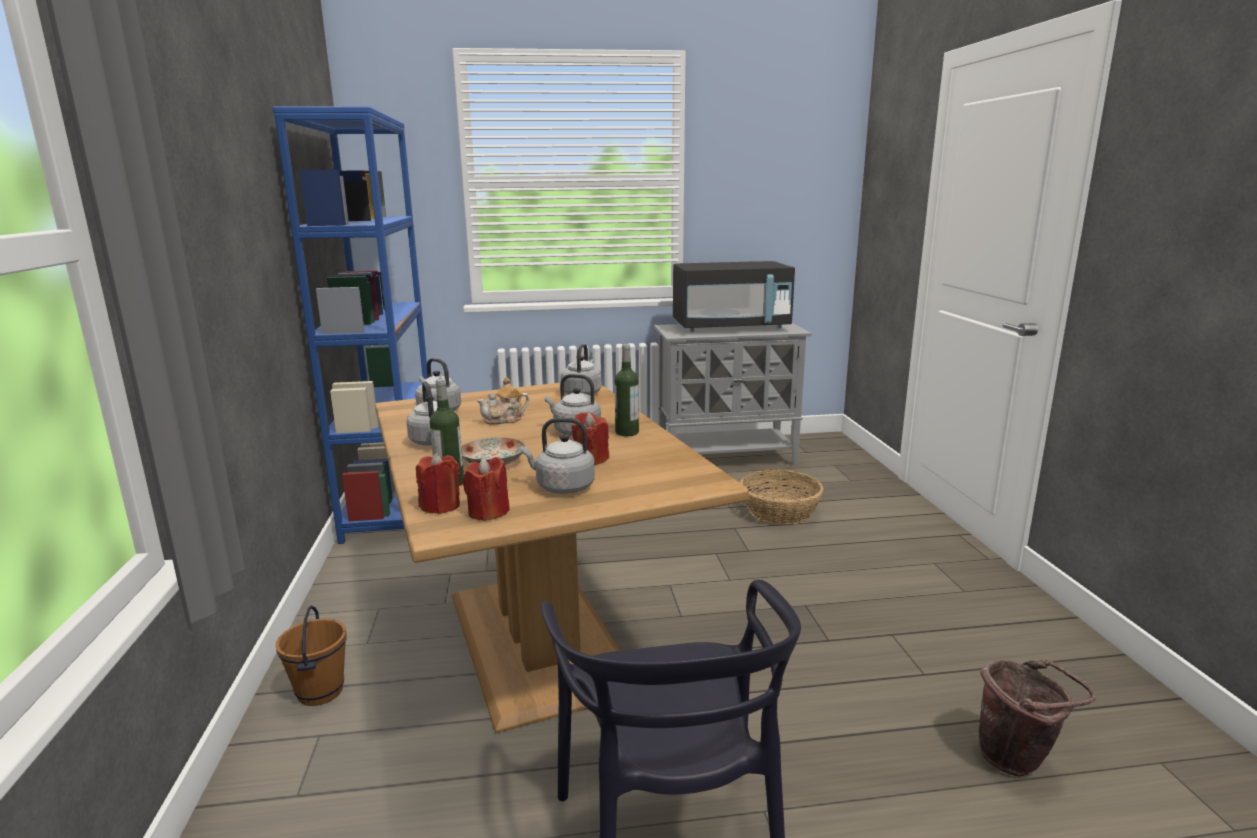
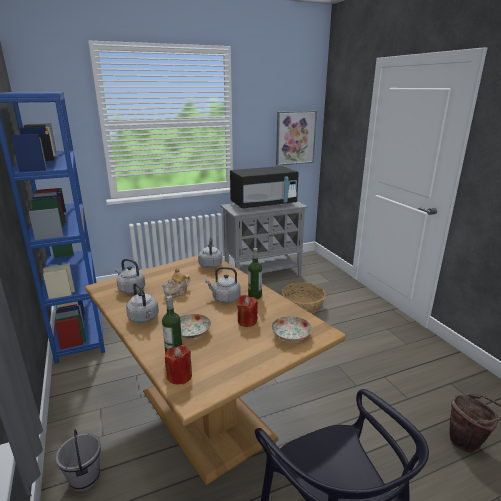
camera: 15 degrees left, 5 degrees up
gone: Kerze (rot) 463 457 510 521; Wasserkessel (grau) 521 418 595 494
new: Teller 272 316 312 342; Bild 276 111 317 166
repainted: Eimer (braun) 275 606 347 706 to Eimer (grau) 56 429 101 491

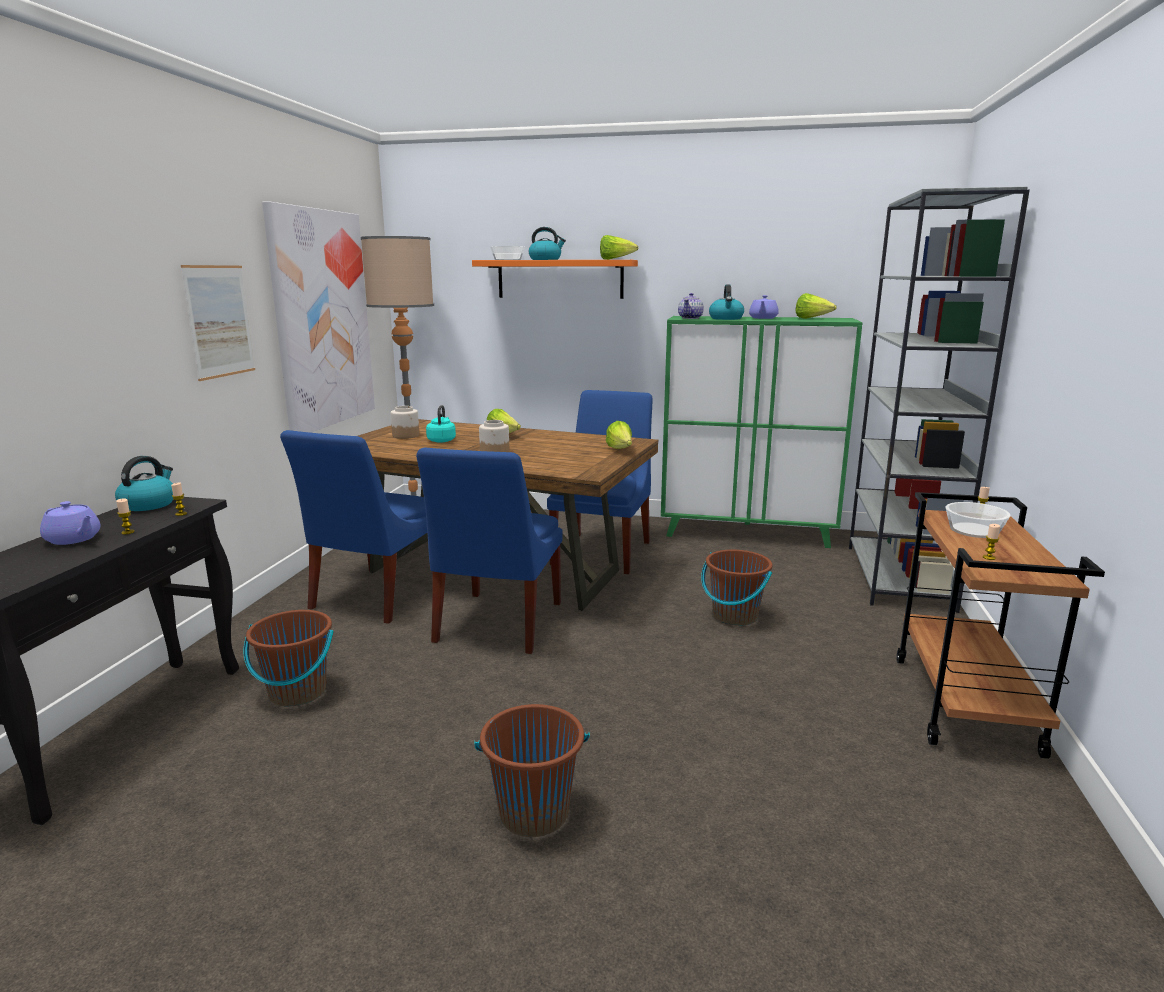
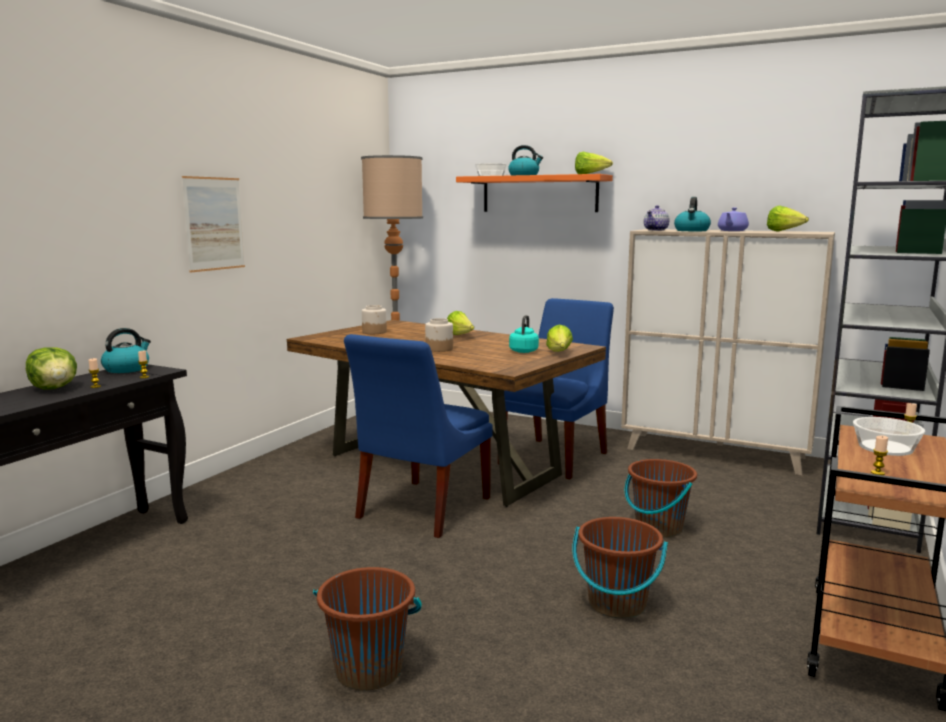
camera: 15 degrees right, 5 degrees down
gone: Bild 262 201 375 433; Stuhl (blau) 280 430 427 624
shifted: Eimer (braun) 244 610 334 707 to 572 517 668 619; Wasserkessel (türkis) 426 405 456 443 to 509 315 539 353
swapped: Teekanne (lila) 40 501 101 545 to Salatkopf 26 347 77 389
repainted: Schrank (grün) 661 316 863 548 to Schrank (beige) 621 229 835 475

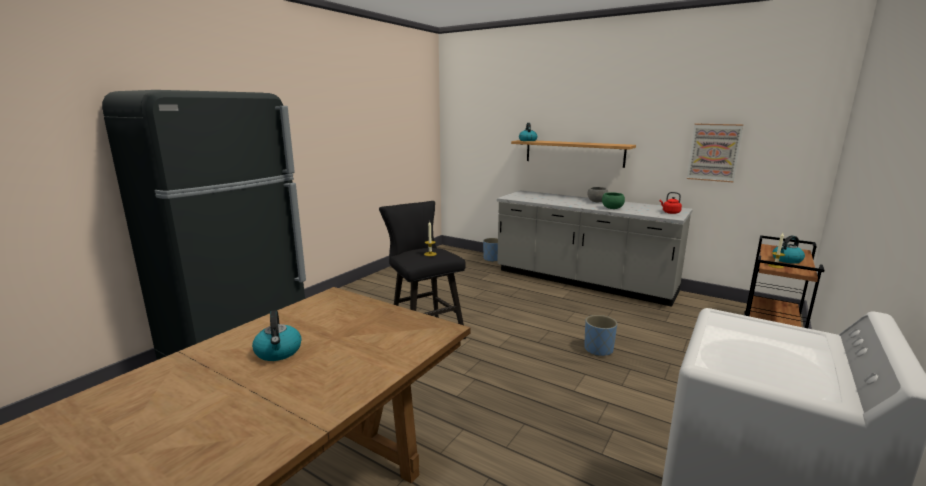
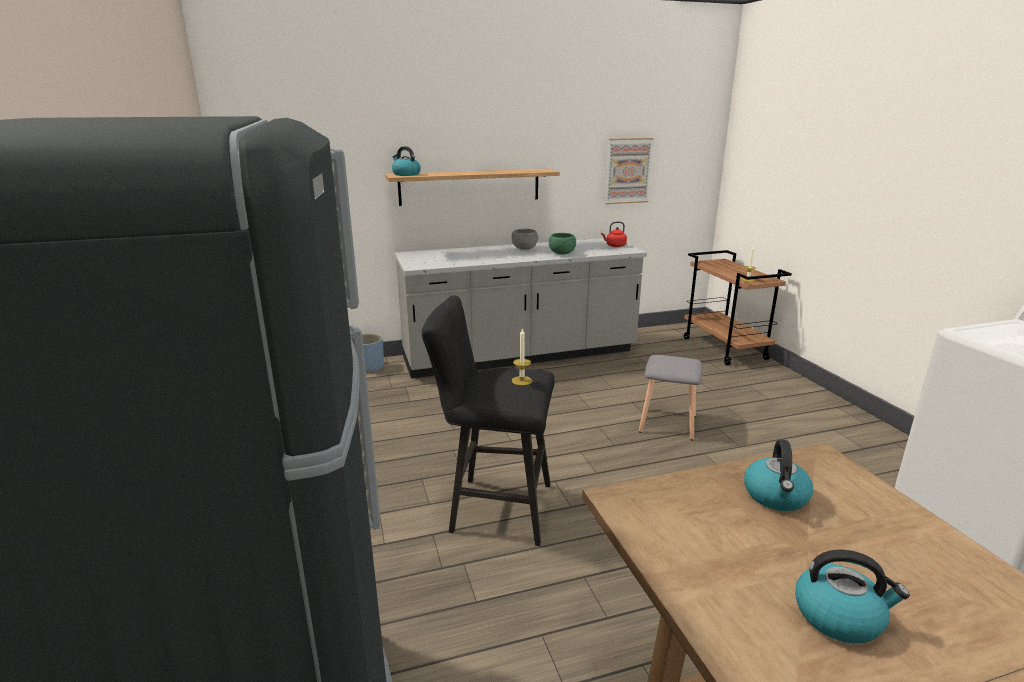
camera: 50 degrees left, 5 degrees up
shifted: Wasserkessel 773 235 805 264 to 744 439 813 511
swapped: Pflanzkübel (blau) 584 315 617 357 to Hocker (grau) 639 355 703 441

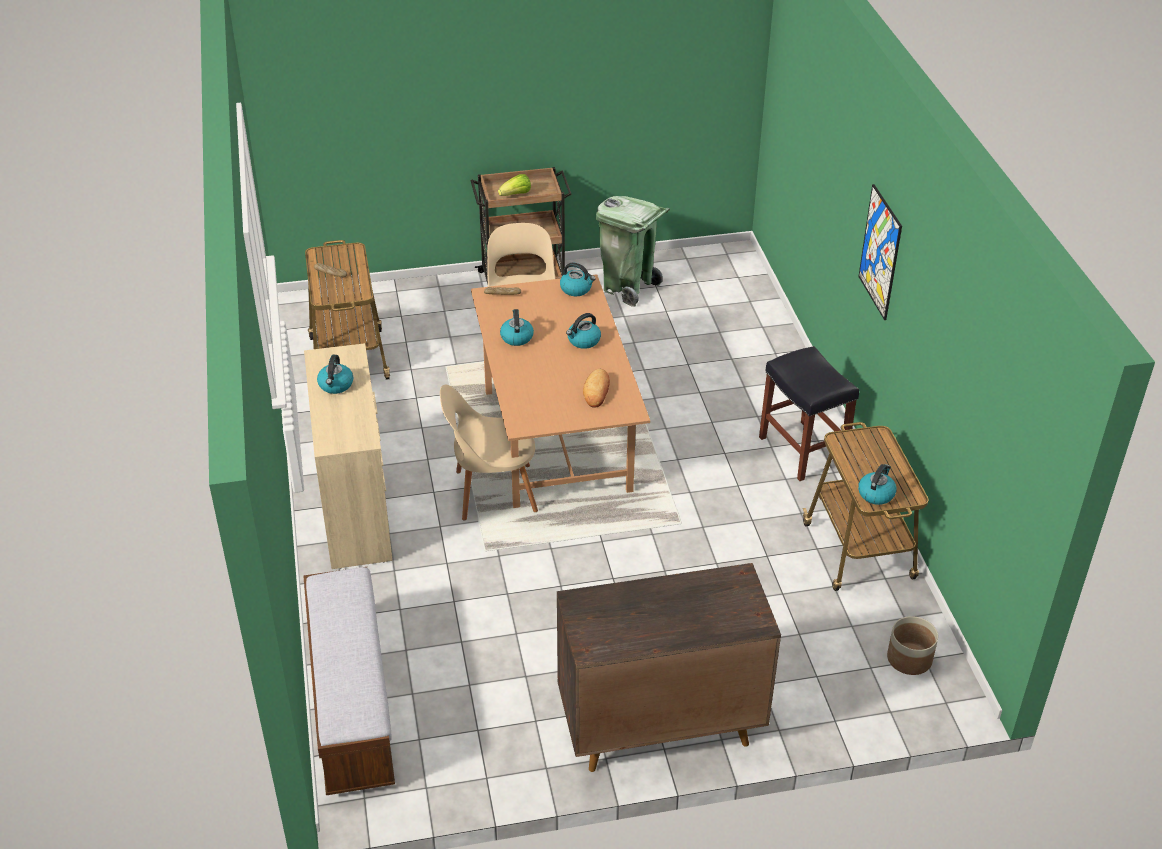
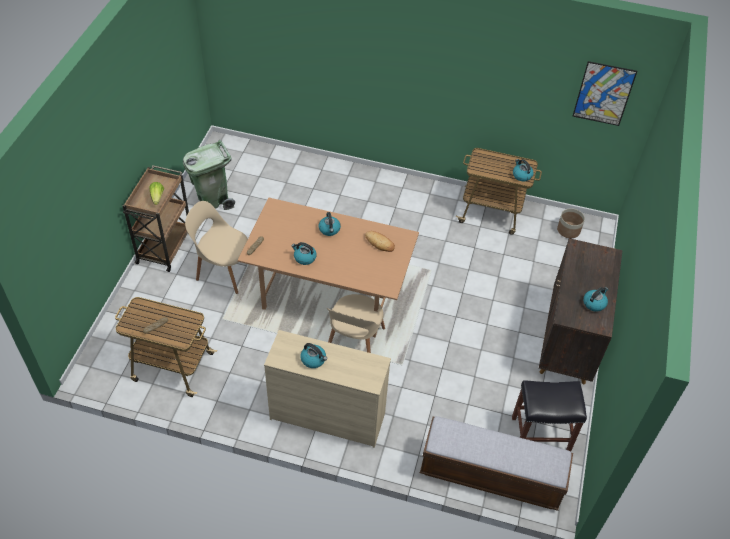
camera: 65 degrees left, 10 degrees up
shifted: Wasserkessel 560 263 596 296 to 583 287 608 312; Hocker (schwarz) 759 346 859 481 to 512 380 587 451; Bild 858 184 902 320 to 573 61 637 126

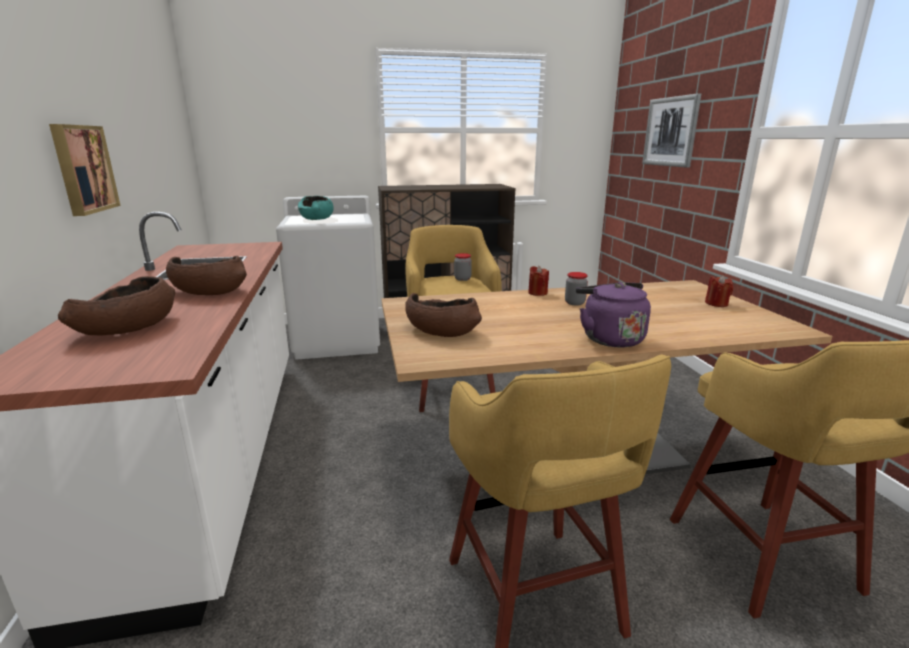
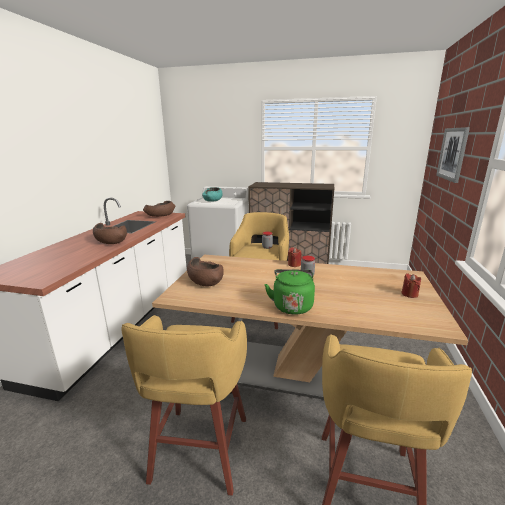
camera: 25 degrees right, 0 degrees up
gone: Bild 49 124 121 216
shifted: Schüssel (braun) 58 276 175 335 to 143 201 176 217
repainted: Wasserkessel (lila) 576 282 651 348 to Wasserkessel (grün) 265 269 315 315

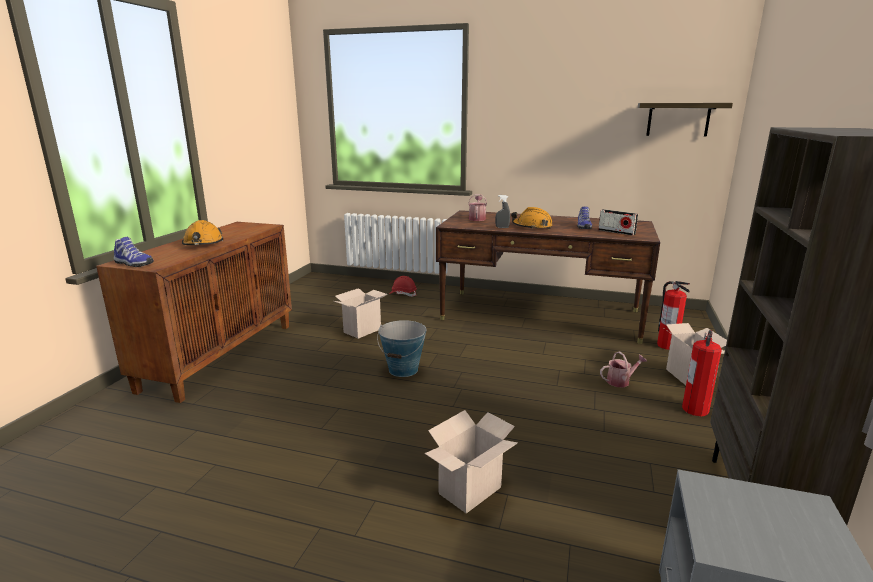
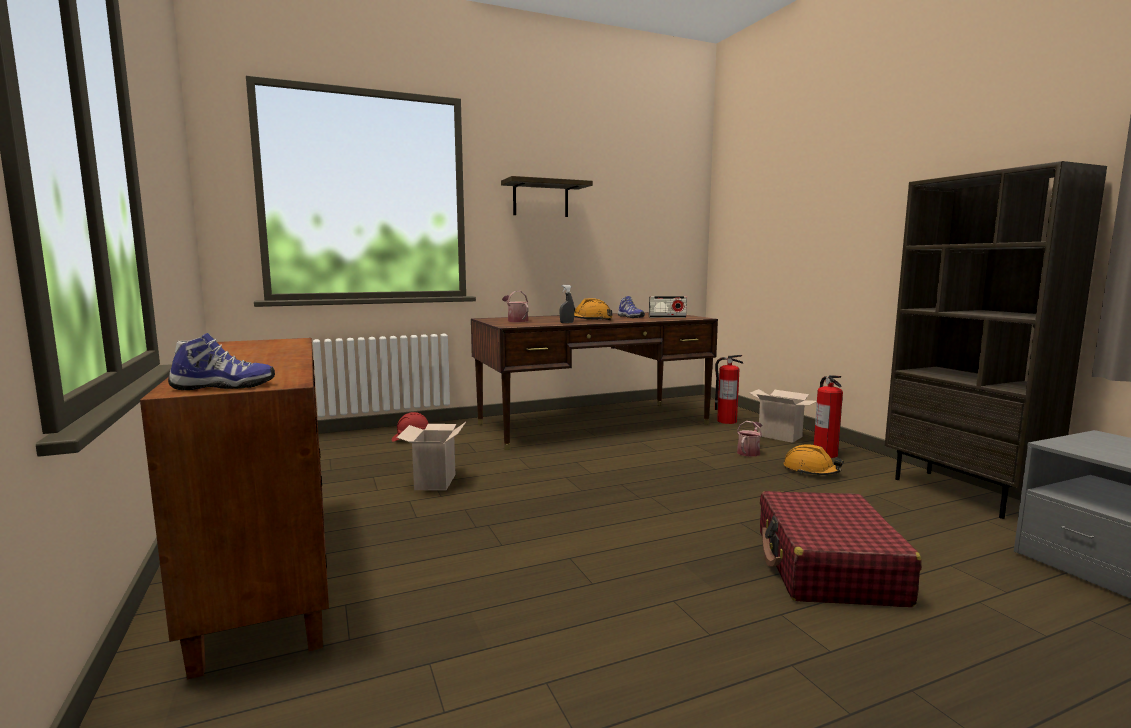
camera: 40 degrees left, 10 degrees down
gone: Eimer 377 320 427 377
shifted: Schutzhelm (orange) 182 220 224 245 to 783 444 844 475; Wandregal 638 103 733 137 to 501 176 593 217
swapped: Karton 425 410 518 514 to Koffer (rot) 760 491 922 607

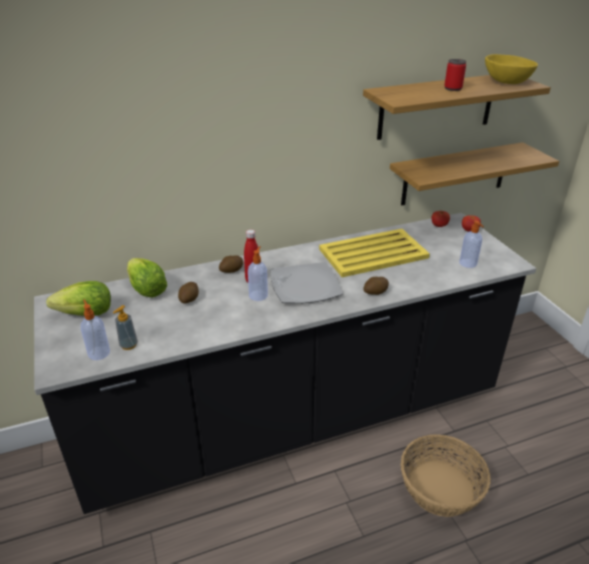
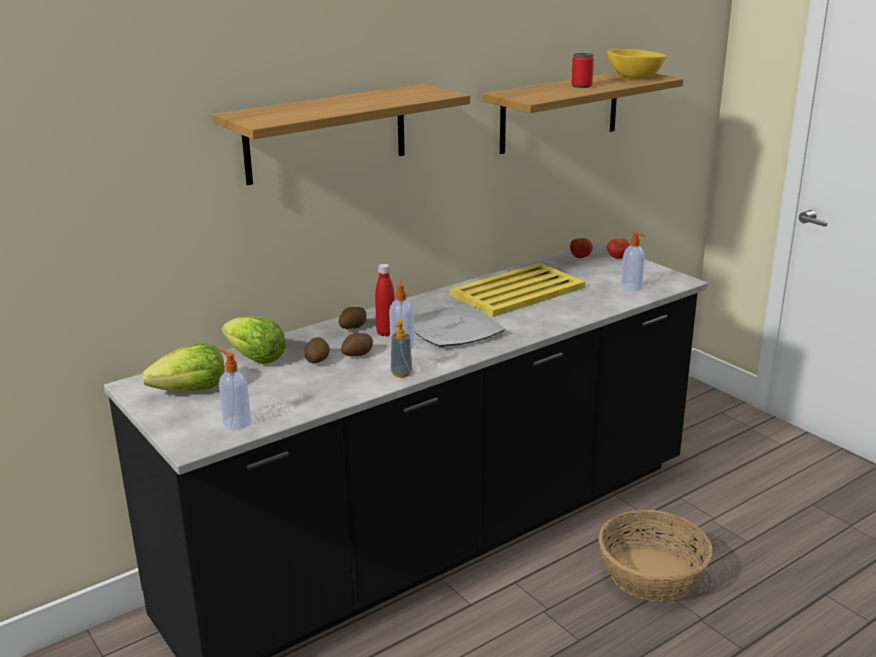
camera: 15 degrees left, 10 degrees down
shifted: Seifenspender 113 305 138 350 to 391 320 413 378; Kartoffel 363 277 389 295 to 341 333 373 356; Wandregal 390 142 559 205 to 213 84 470 185

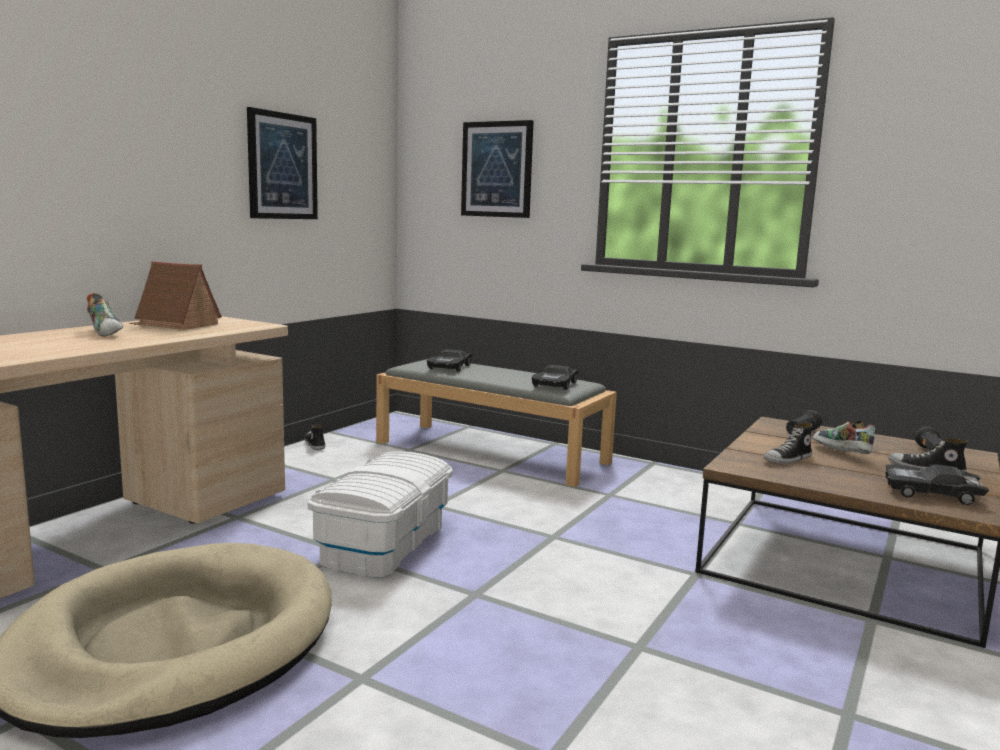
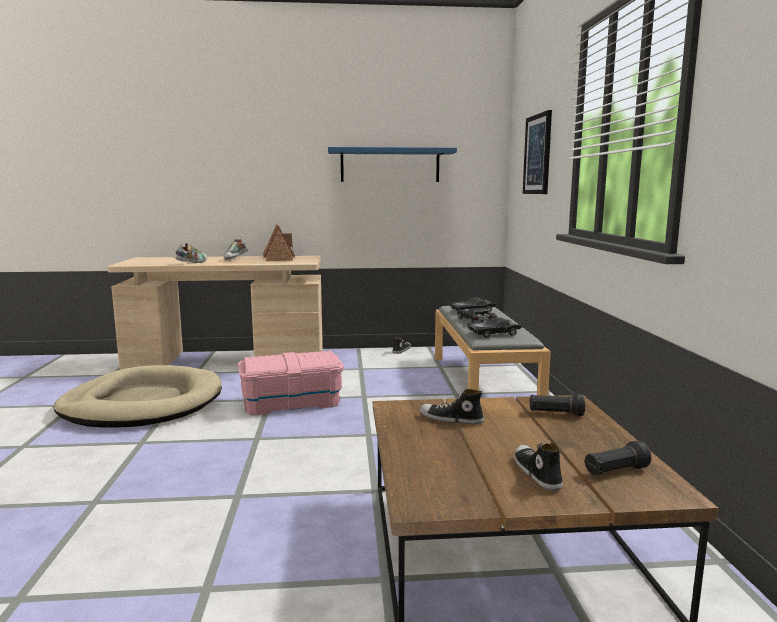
camera: 55 degrees right, 0 degrees up
shifted: Schuh 812 420 875 454 to 174 243 207 263; Spielzeugauto (schwarz) 885 464 989 505 to 457 308 497 323
swapped: Bild 247 107 318 219 to Wandregal (blau) 328 147 457 182
repainted: Aufbewahrungsbox (weiß) 308 451 453 578 to Aufbewahrungsbox (rosa) 238 351 344 415

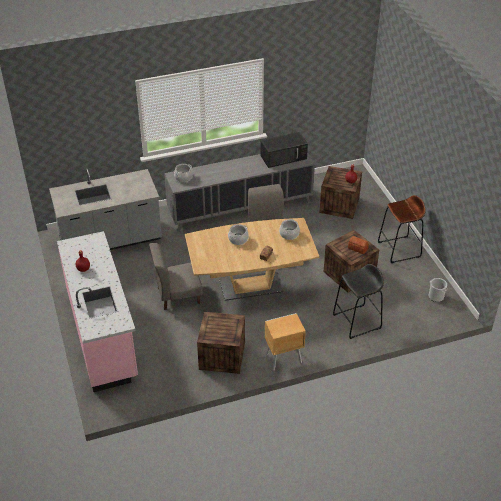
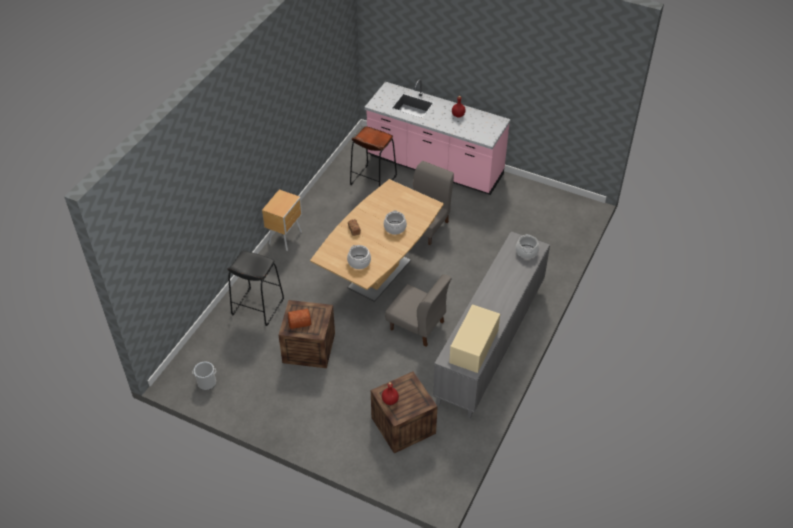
camera: 135 degrees right, 5 degrees up
gone: Küchenzeile (grau) 49 169 162 250; Kiste 197 312 245 374
shifted: Hocker (braun) 378 195 426 263 to 350 126 397 187
repainted: Mikrowelle (schwarz) 260 132 308 168 to Mikrowelle (beige) 449 304 500 373

